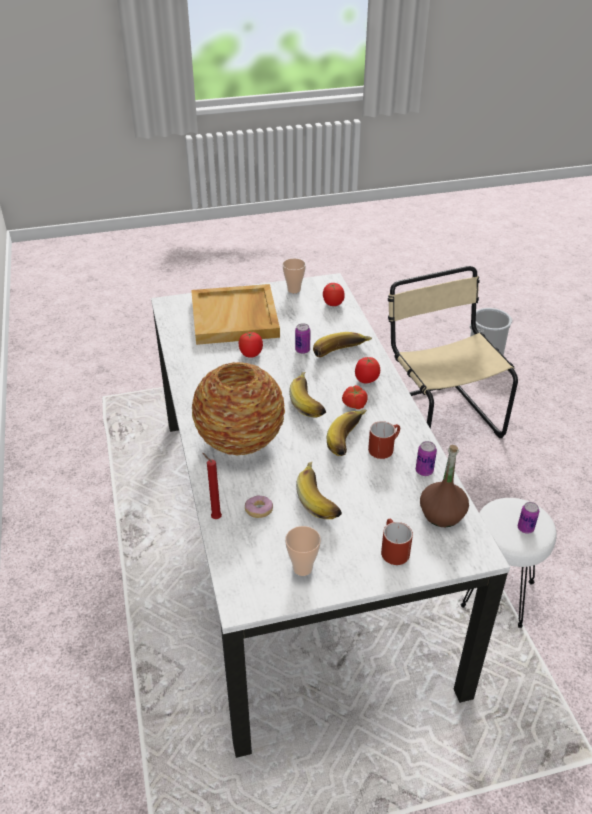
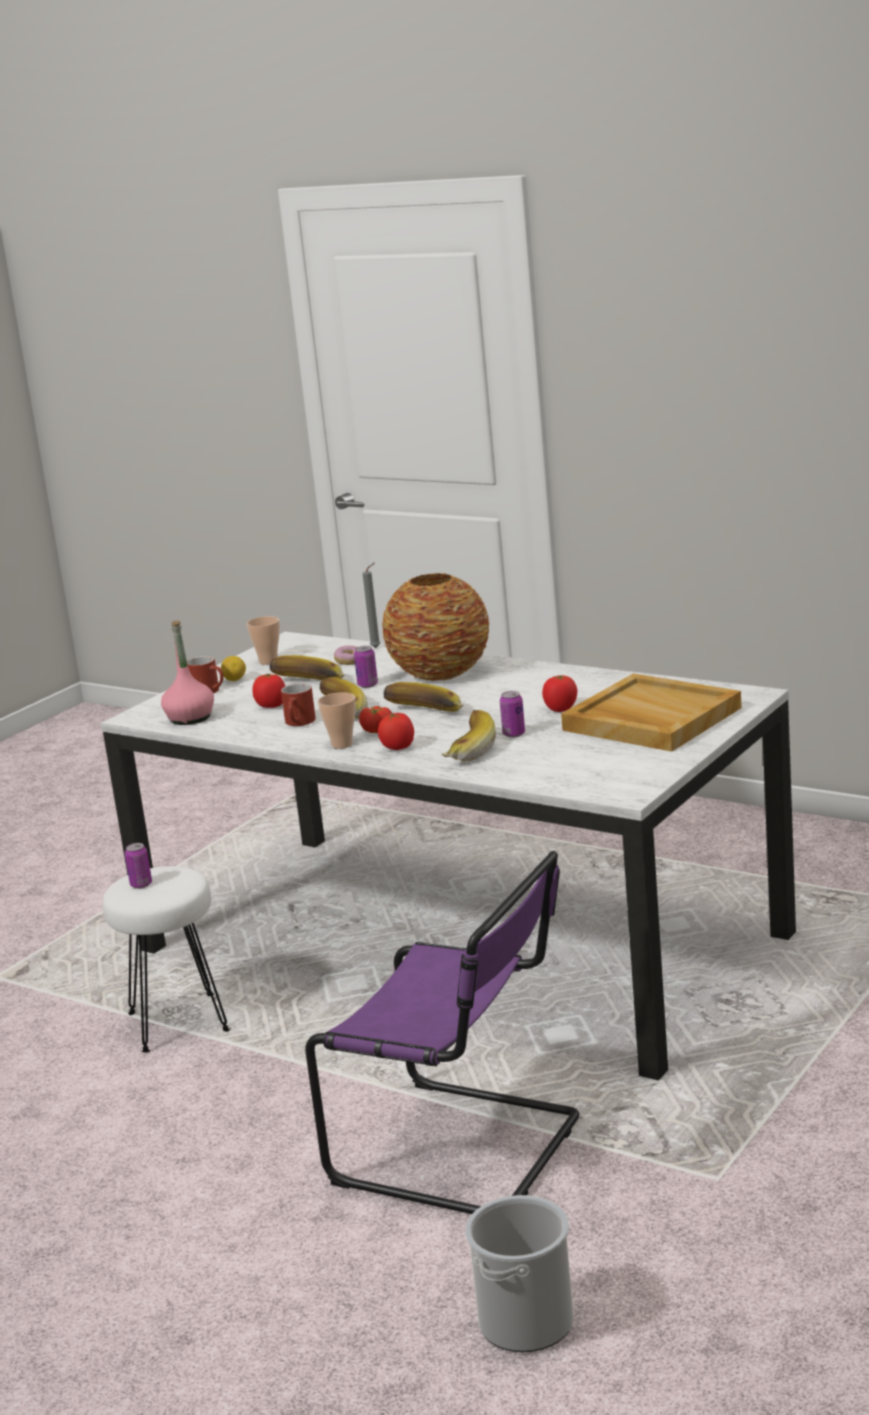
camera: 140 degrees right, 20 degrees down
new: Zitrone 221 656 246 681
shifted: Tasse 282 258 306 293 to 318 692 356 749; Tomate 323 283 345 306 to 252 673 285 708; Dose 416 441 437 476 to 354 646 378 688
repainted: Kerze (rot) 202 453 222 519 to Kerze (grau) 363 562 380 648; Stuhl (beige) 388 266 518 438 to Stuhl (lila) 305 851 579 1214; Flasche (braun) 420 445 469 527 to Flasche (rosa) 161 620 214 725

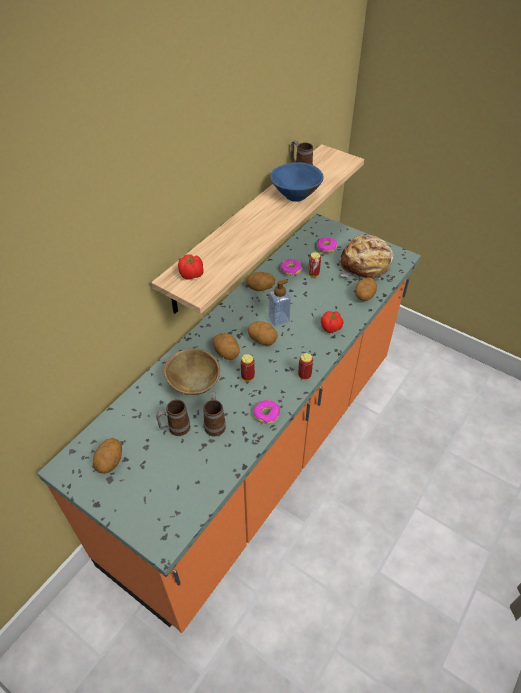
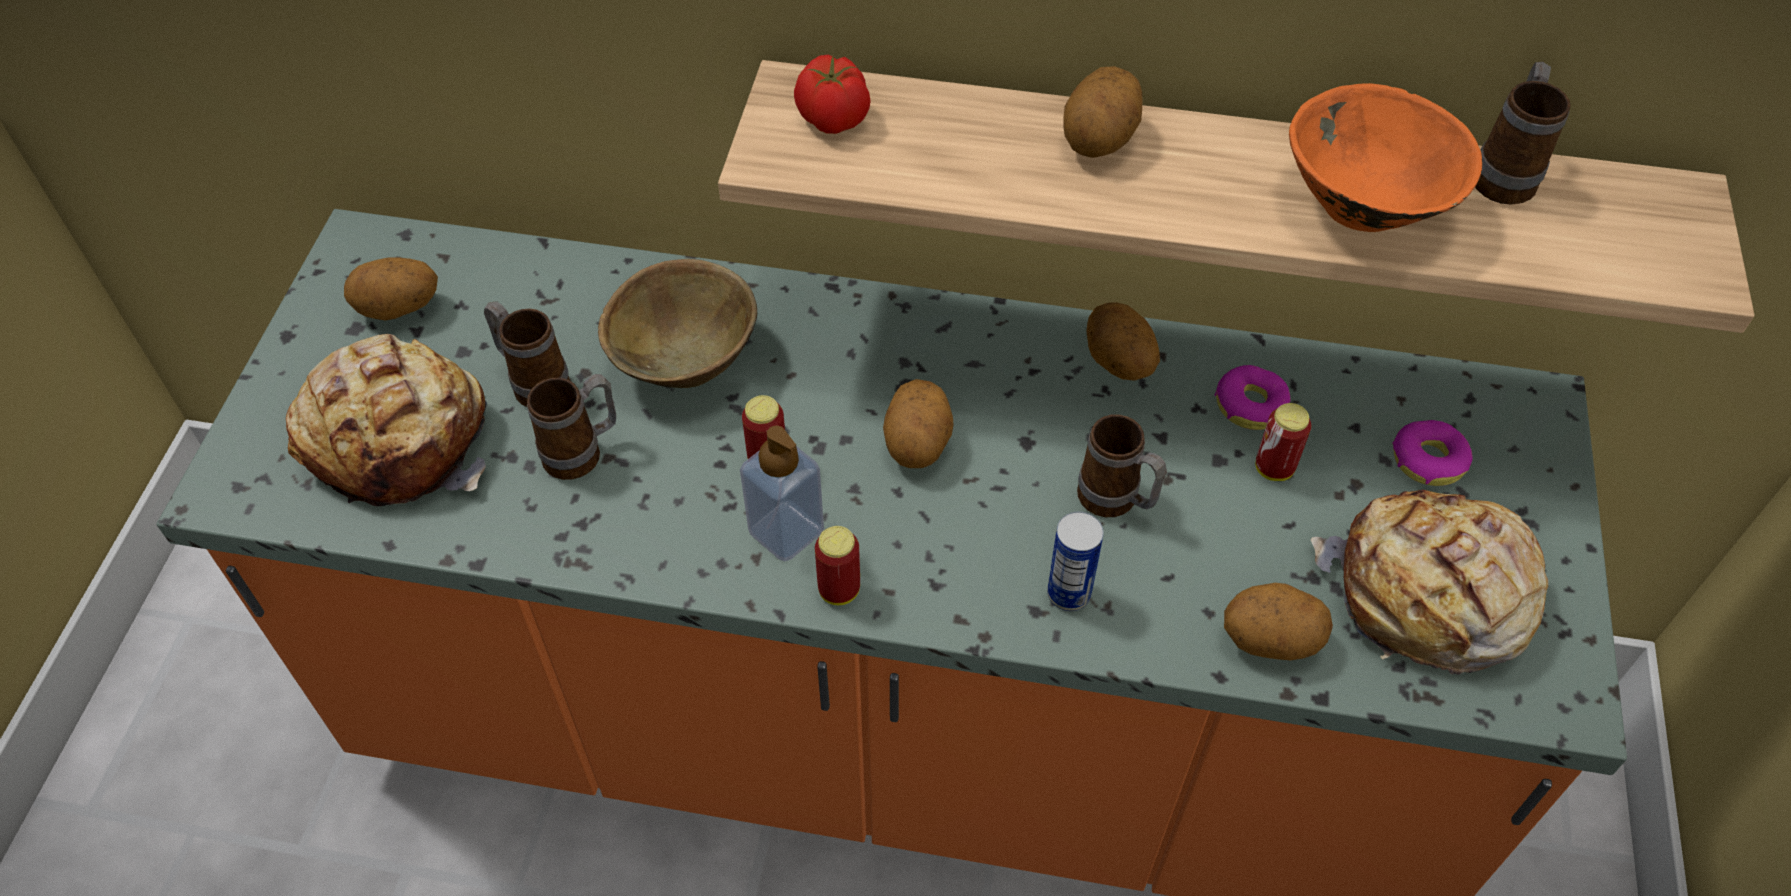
camera: 65 degrees right, 5 degrees up
gone: Donut 254 400 280 424
new: Brot 286 334 487 506; Henkelbecher 1077 414 1167 517
shifted: Kartoffel 212 333 240 360 to 1063 66 1142 158; Seifenspender 269 280 291 326 to 740 425 824 561
swapped: Tomate 321 310 343 333 to Dose 1047 512 1104 611
repainted: Schüssel (blau) 270 162 324 202 to Schüssel (orange) 1289 83 1482 232

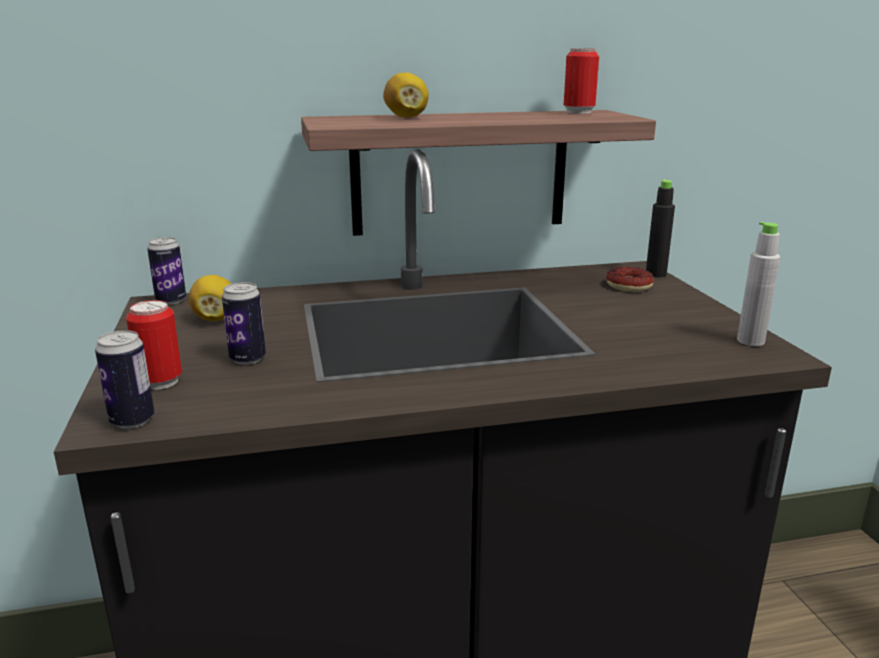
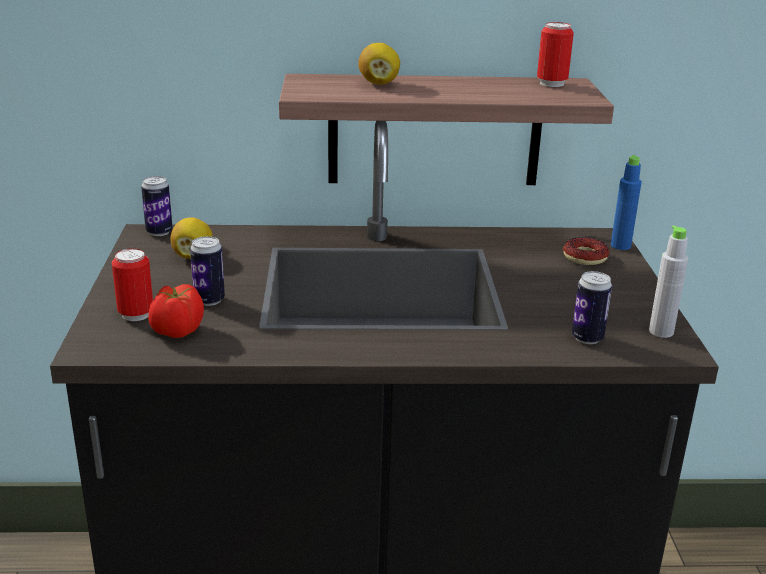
camera: 10 degrees right, 5 degrees up
new: Tomate 148 284 204 338
shifted: Dose 95 330 154 429 to 572 271 612 344
repainted: Flasche (schwarz) 646 179 675 277 to Flasche (blau) 611 155 642 250

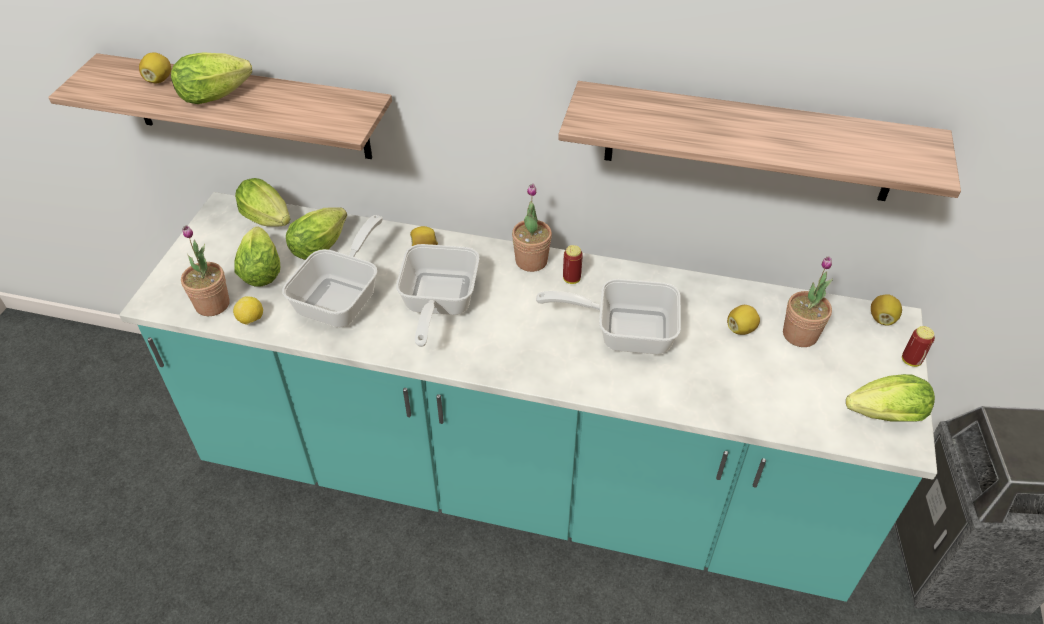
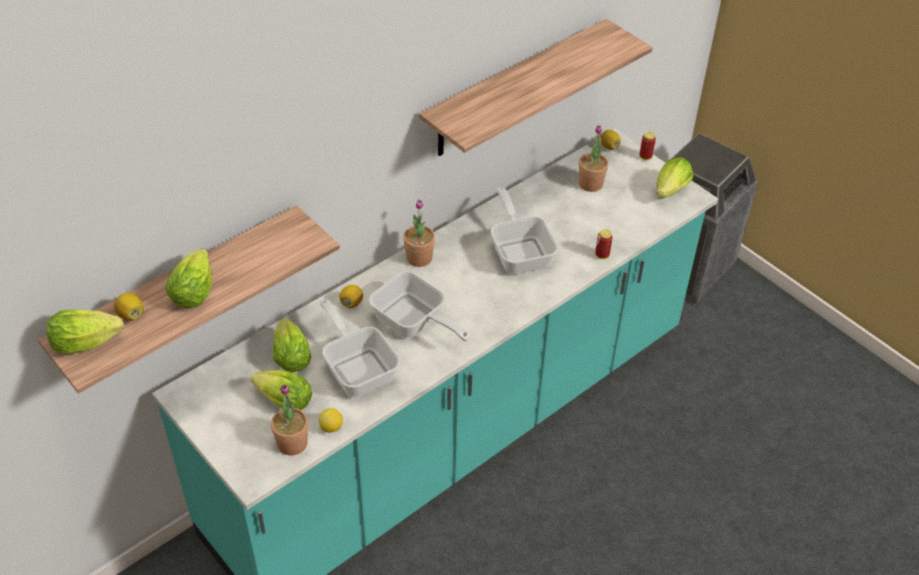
camera: 55 degrees left, 0 degrees up
gone: Zitrone 727 305 760 335
shifted: Salatkopf 235 178 291 227 to 46 309 124 354; Dose 563 245 583 284 to 595 229 613 259
rotated: Pfanne 536 279 681 354 = 491 187 558 274 120 degrees clockwise

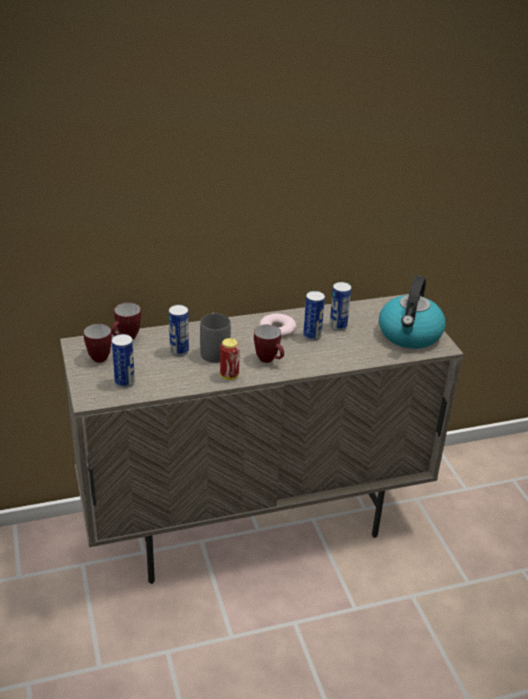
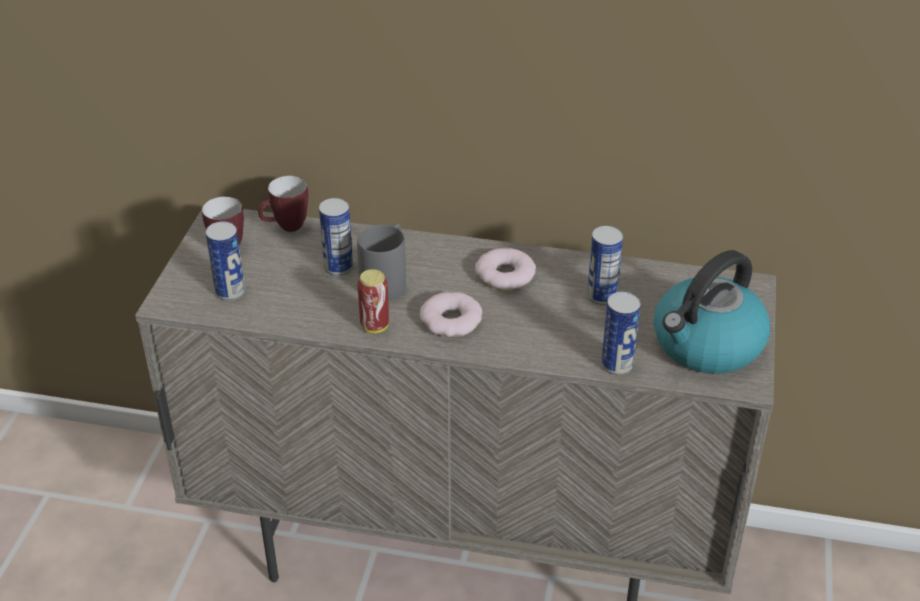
camera: 30 degrees right, 5 degrees up
shifted: Dose 303 291 325 341 to 601 292 641 375
swapped: Henkelbecher 254 324 284 363 to Donut 420 292 482 337

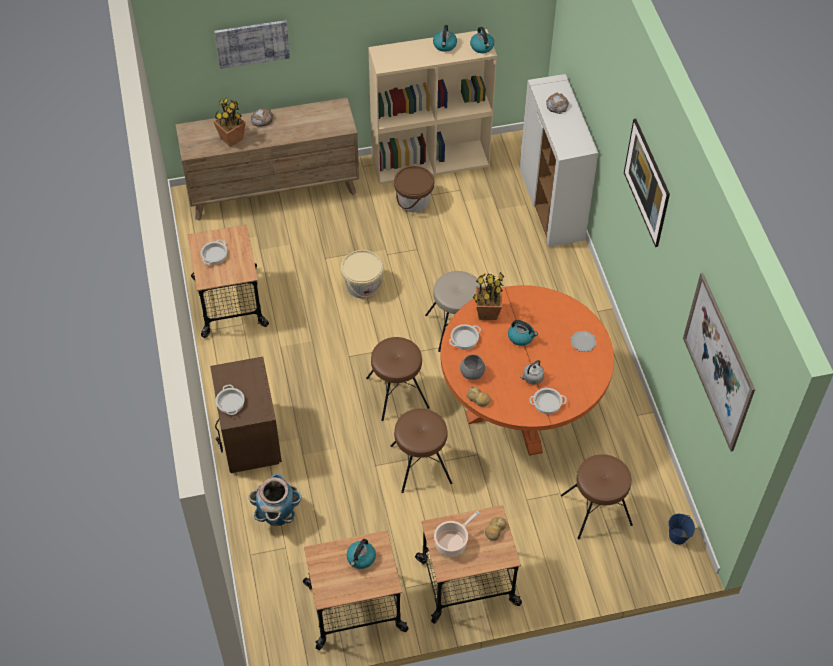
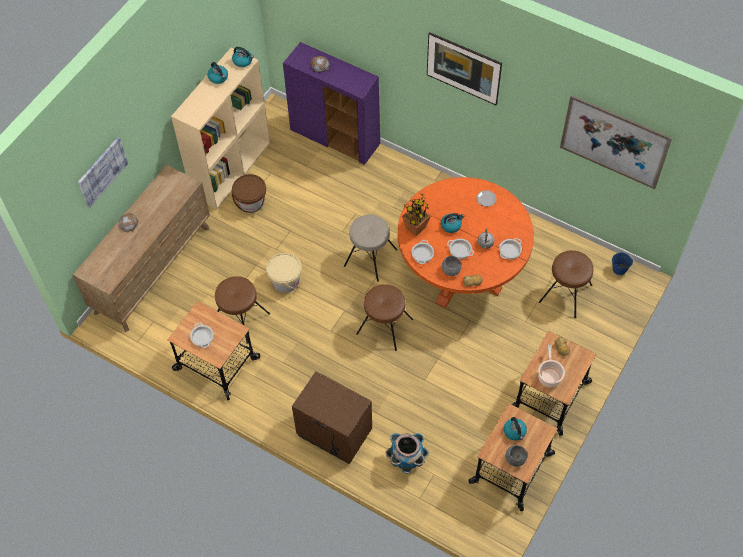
camera: 45 degrees left, 5 degrees up
gone: Topfpflanze 213 97 246 147
new: Schüssel (grau) 505 445 527 467
shifted: Kochtopf 216 385 245 415 to 447 239 474 259; Hocker (braun) 391 408 452 493 to 215 276 270 344
repainted: Schrank (weiß) 519 74 598 247 to Schrank (lila) 283 42 380 165

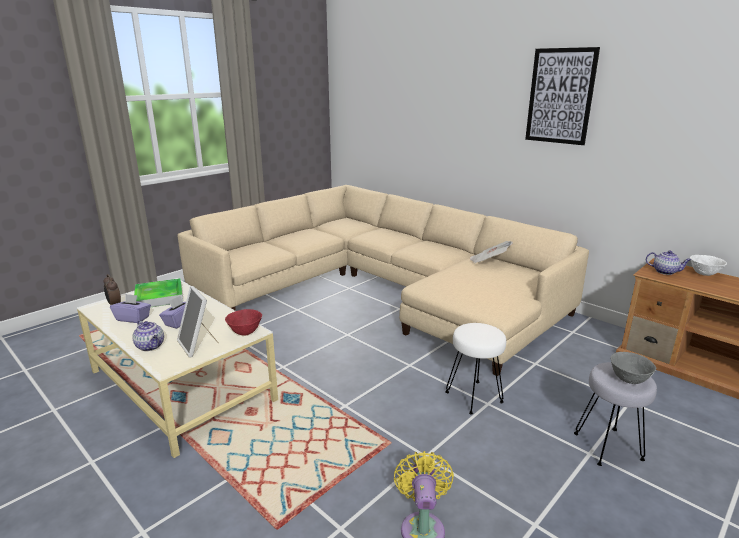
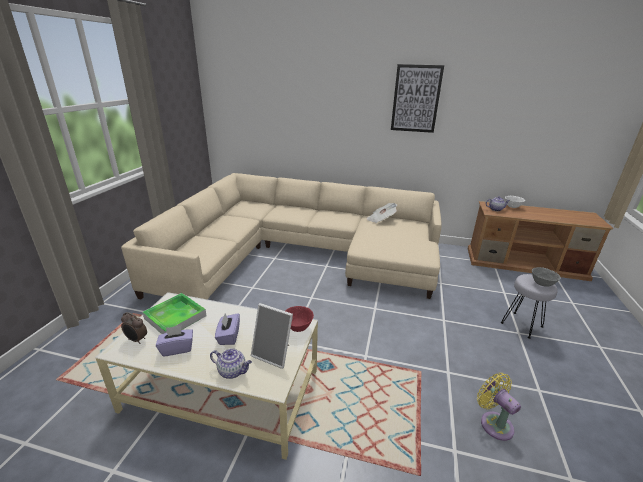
camera: 30 degrees left, 5 degrees up
gone: Hocker (weiß) 445 323 506 414

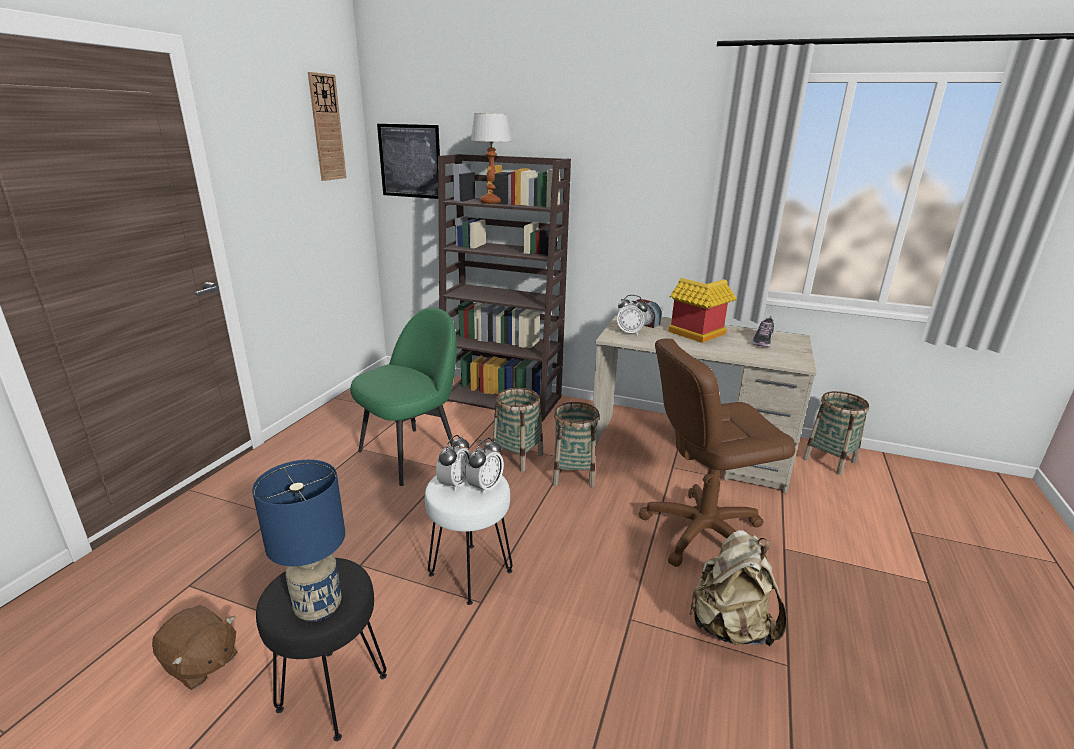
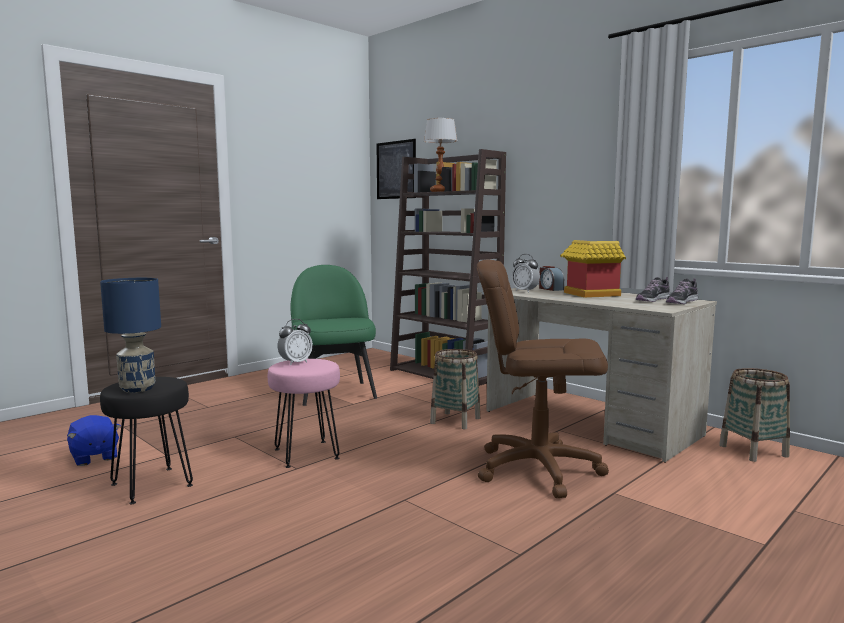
camera: 25 degrees right, 15 degrees down
gone: Wanduhr 308 72 347 181; Wecker 465 438 504 495; Korb 493 388 543 472; Rucksack (beige) 689 530 787 646
new: Schuh 666 279 698 304
repainted: Plüschtier (braun) 152 605 238 690 to Plüschtier (blau) 67 415 121 466; Hocker (weiß) 425 475 513 605 to Hocker (rosa) 268 359 340 468
rotated: Stuhl (grün) 350 308 457 486 = 291 265 377 406 90 degrees counterclockwise

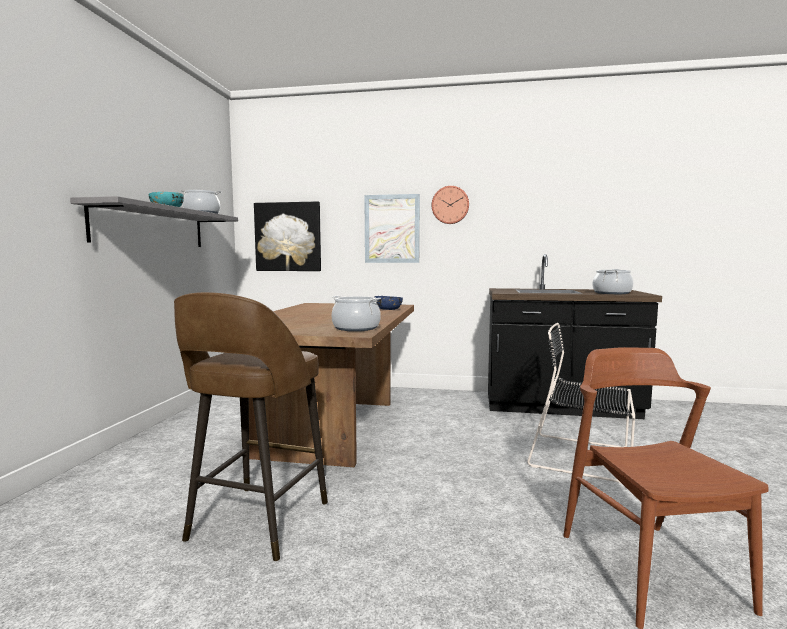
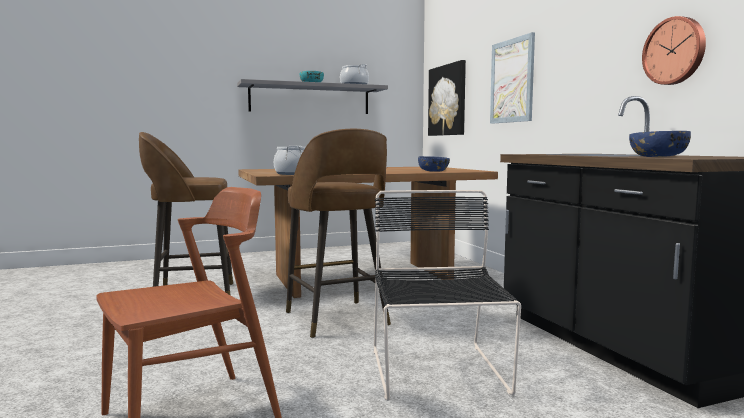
camera: 60 degrees right, 0 degrees up
new: Hocker (braun) 286 129 391 338
shifted: Wanduhr 432 186 469 224 to 642 16 706 85
swapped: Kochtopf 592 269 633 294 to Schüssel (blau) 629 131 691 157

